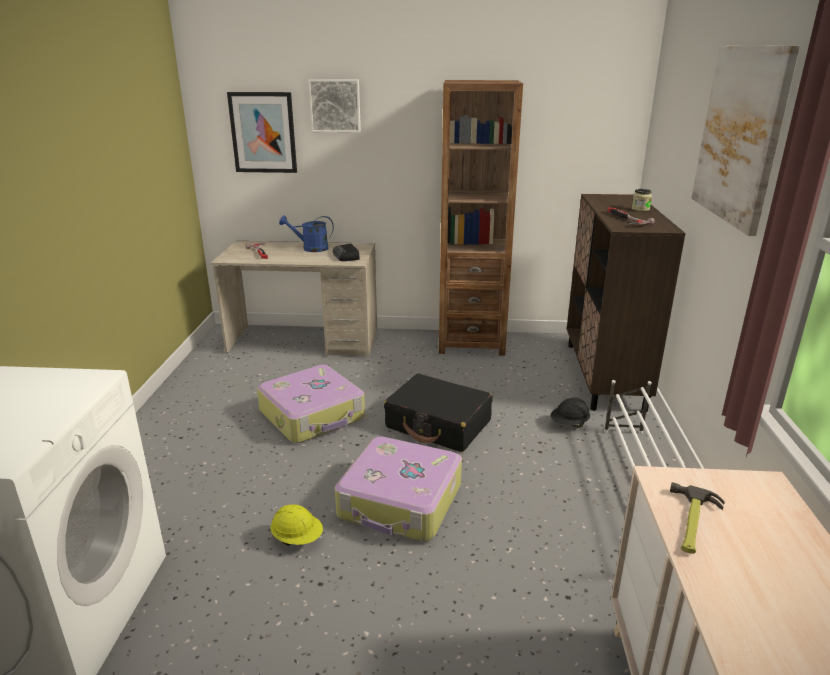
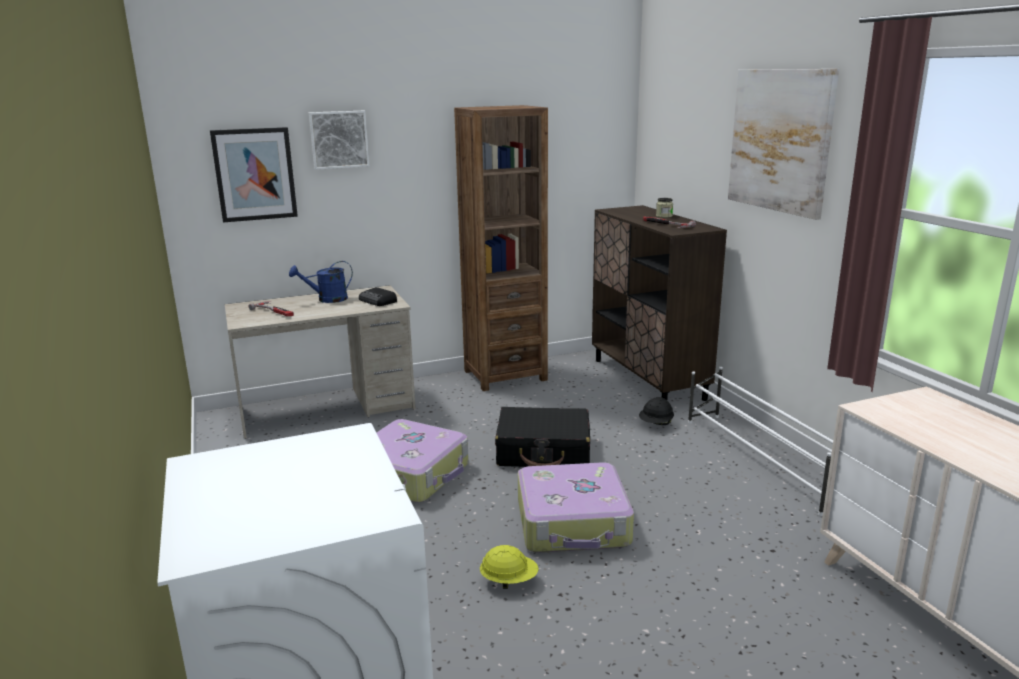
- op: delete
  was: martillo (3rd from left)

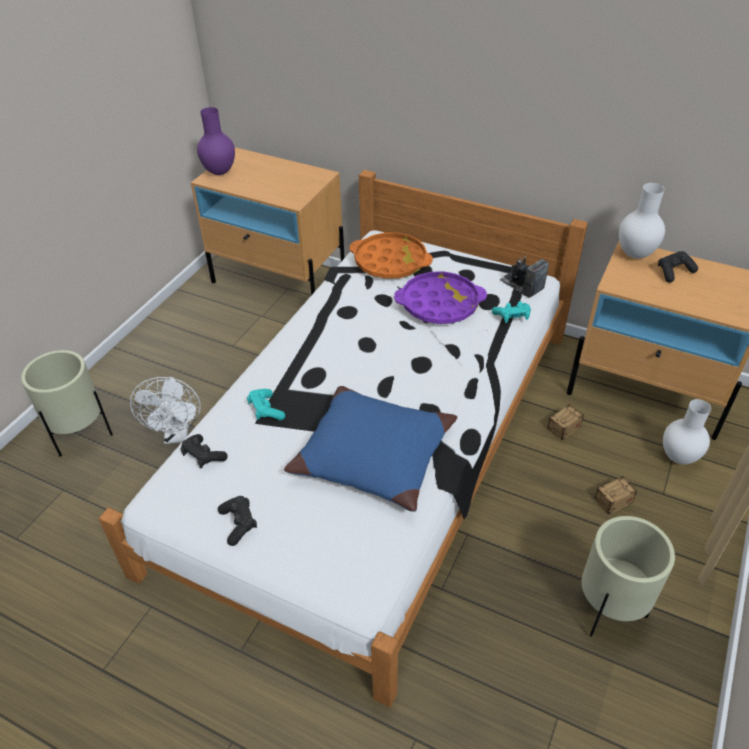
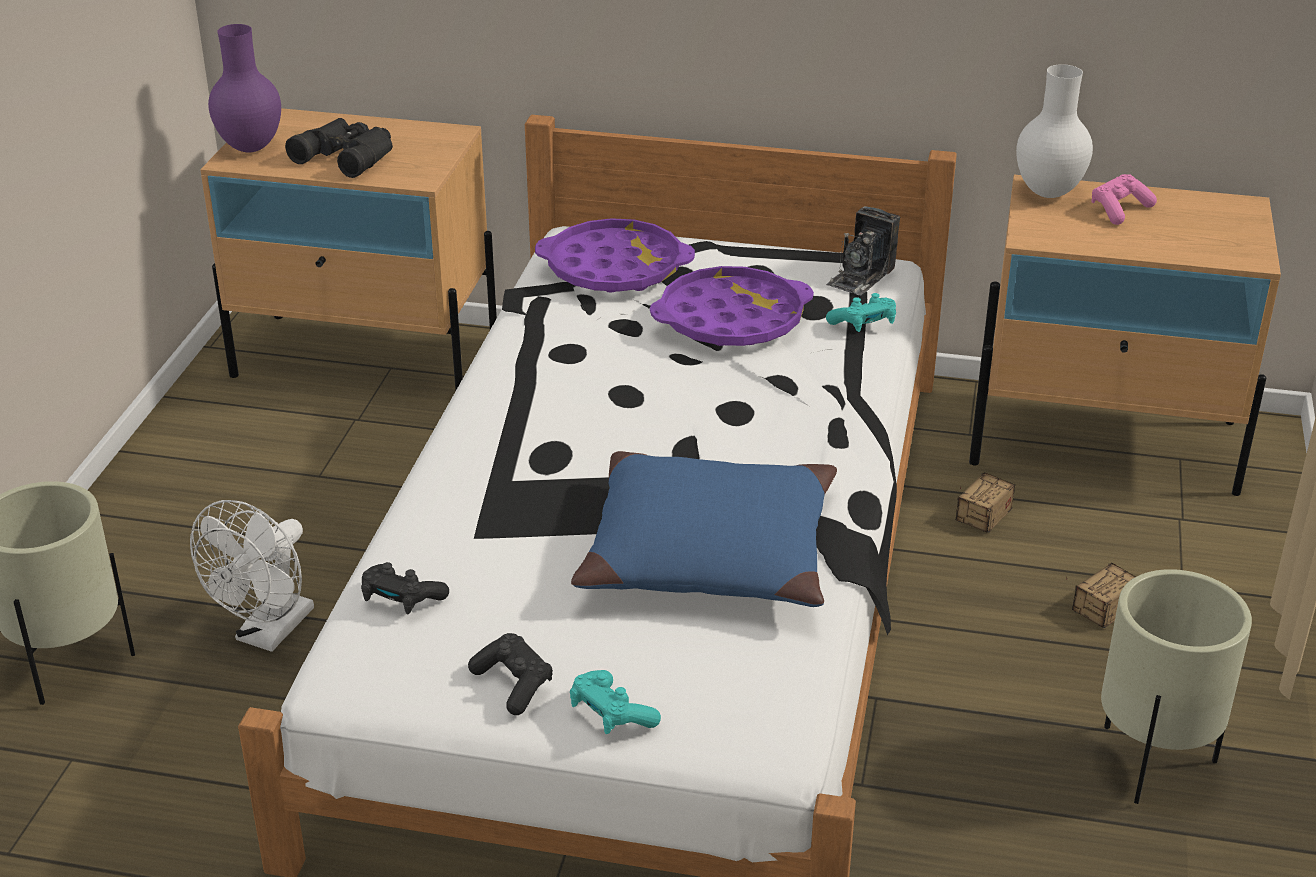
- op: rotate
  was: ventilador/blanco
  clockwise: 45
- op: move
  was: mando de consola/turquesa (1st from left)
- op: recolor
  was: bandeja/naranja
  now: bandeja/morado (1st from left)
- op: rotate
  was: cámara
  clockwise: -90
- op: recolor
  was: mando de consola/negro (3rd from left)
  now: mando de consola/rosa
- op: delete
  was: florero/blanco (2nd from left)
- op: insert
  now: prismáticos/negro

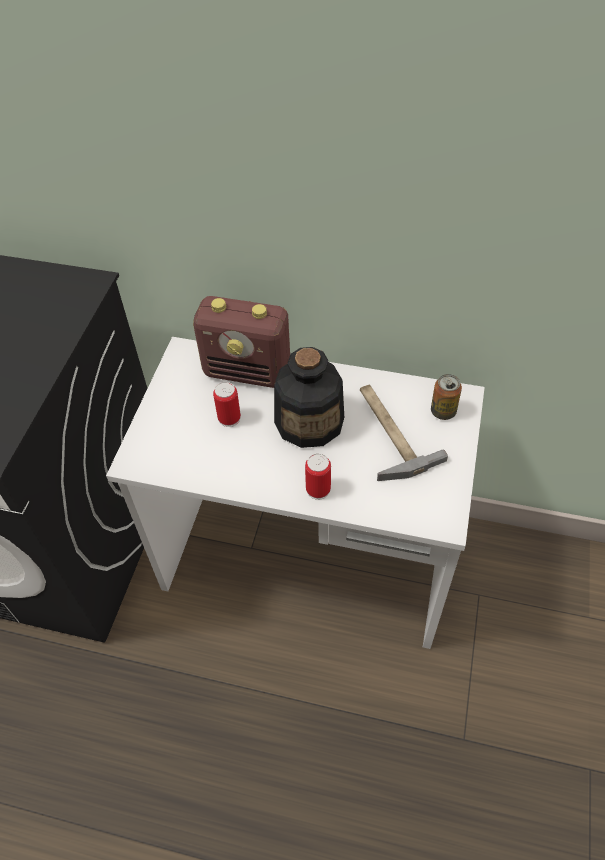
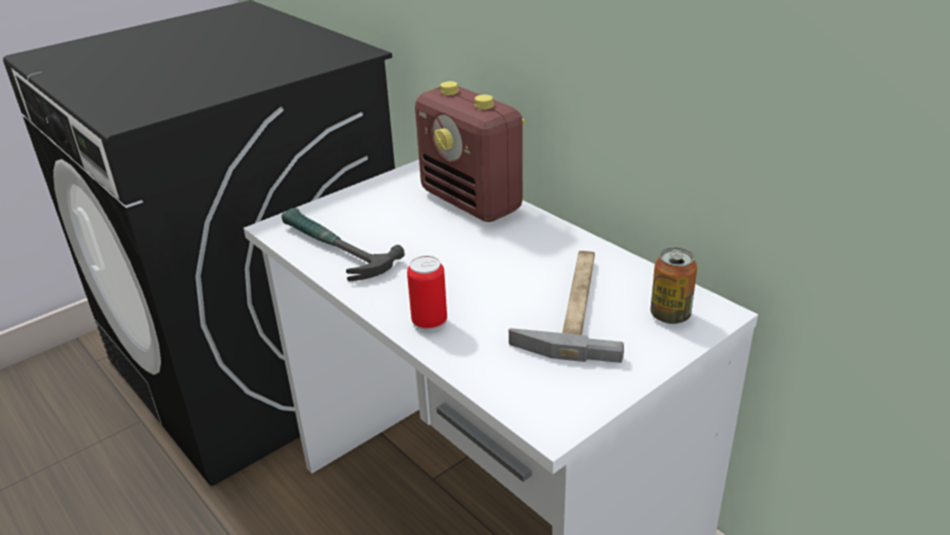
- op: delete
  was: lata (1st from left)
- op: delete
  was: botella
- op: insert
  now: martillo (1st from left)

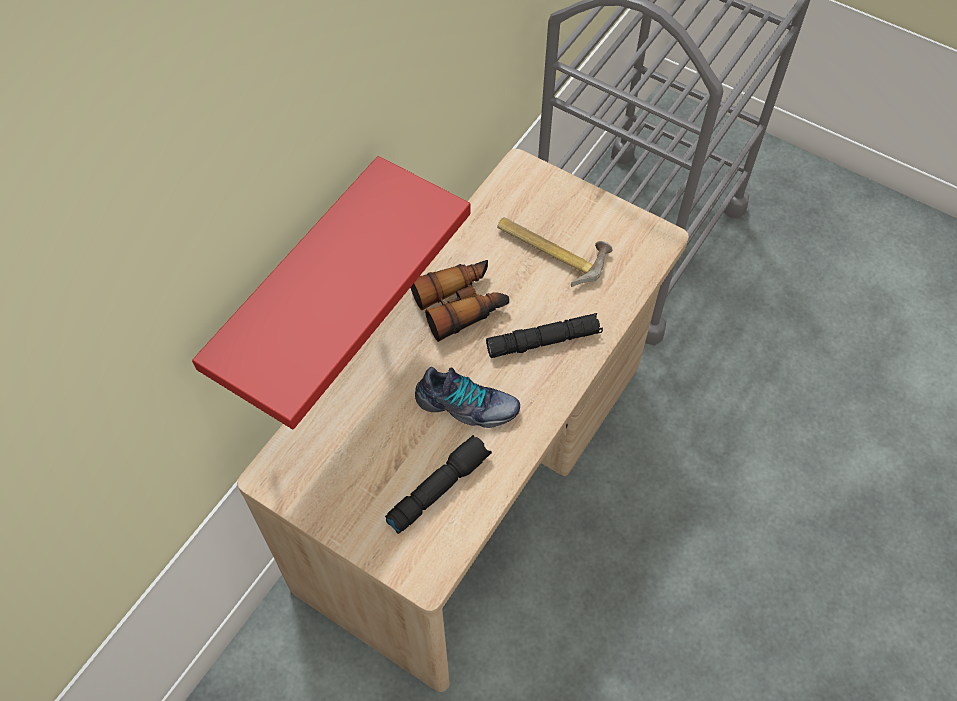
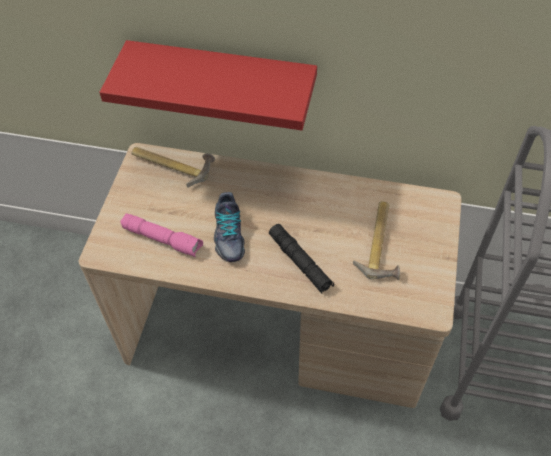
- op: recolor
  was: linterna/negro (1st from left)
  now: linterna/rosa
- op: delete
  was: prismáticos
- op: insert
  now: martillo (1st from left)

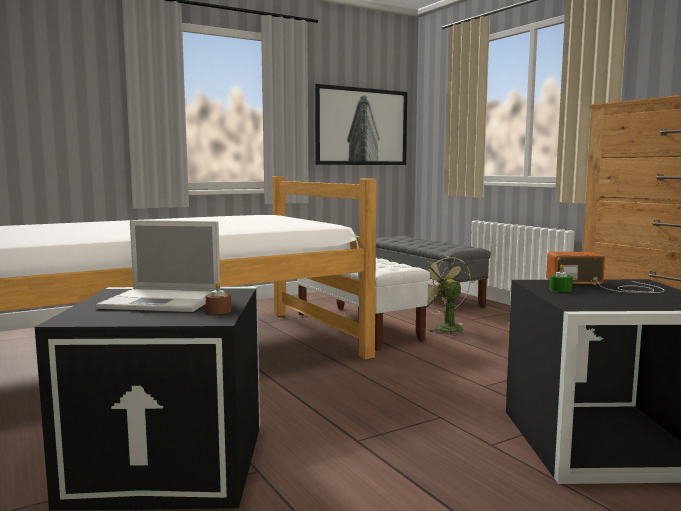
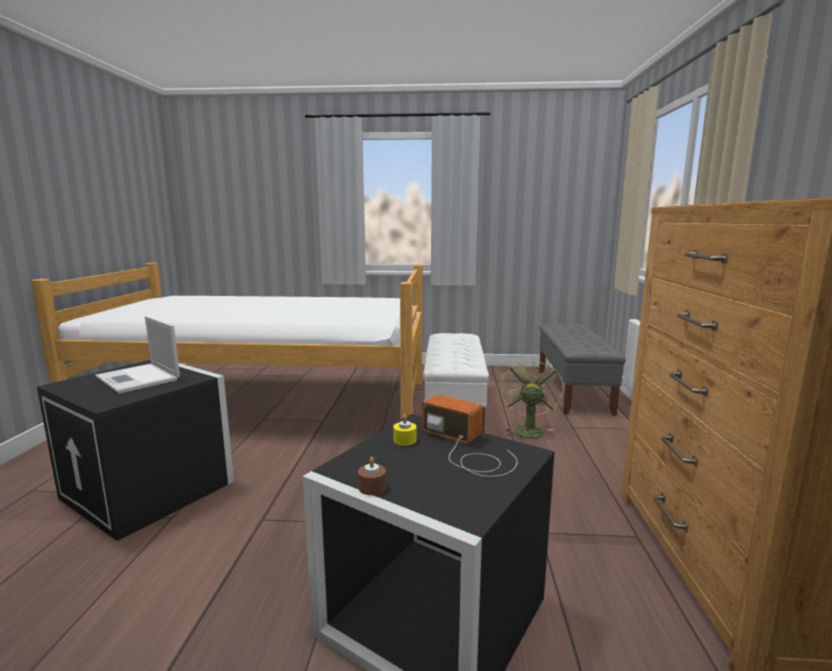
- op: move
  was: vela/marrón
- op: delete
  was: cuadro
- op: recolor
  was: vela/verde
  now: vela/amarillo

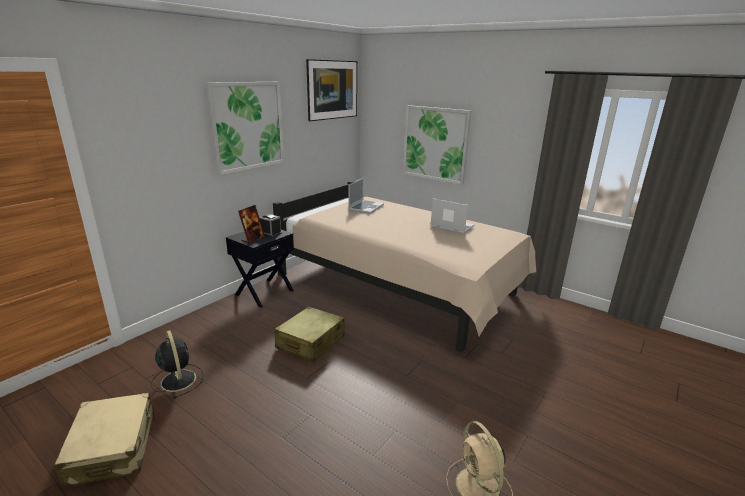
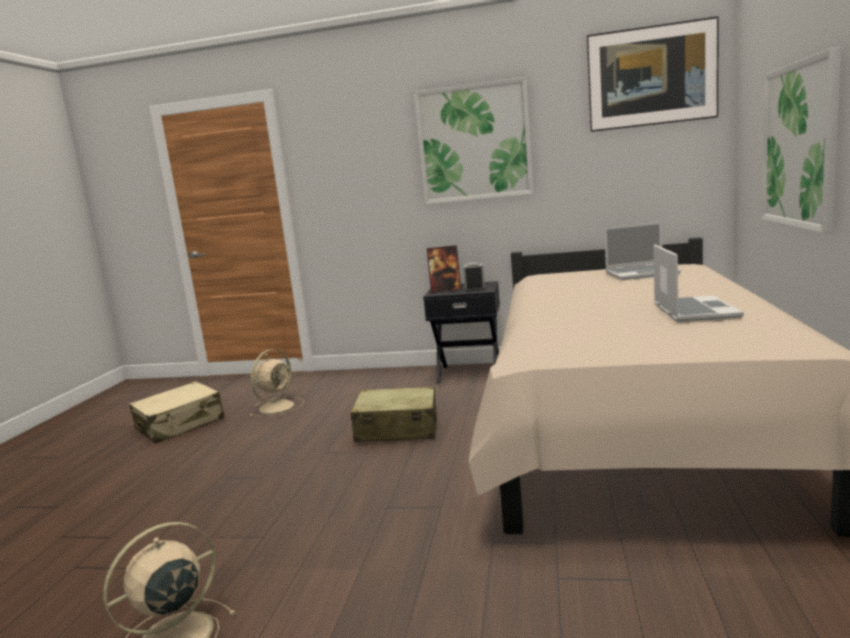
- op: recolor
  was: ventilador/negro
  now: ventilador/beis (2nd from left)

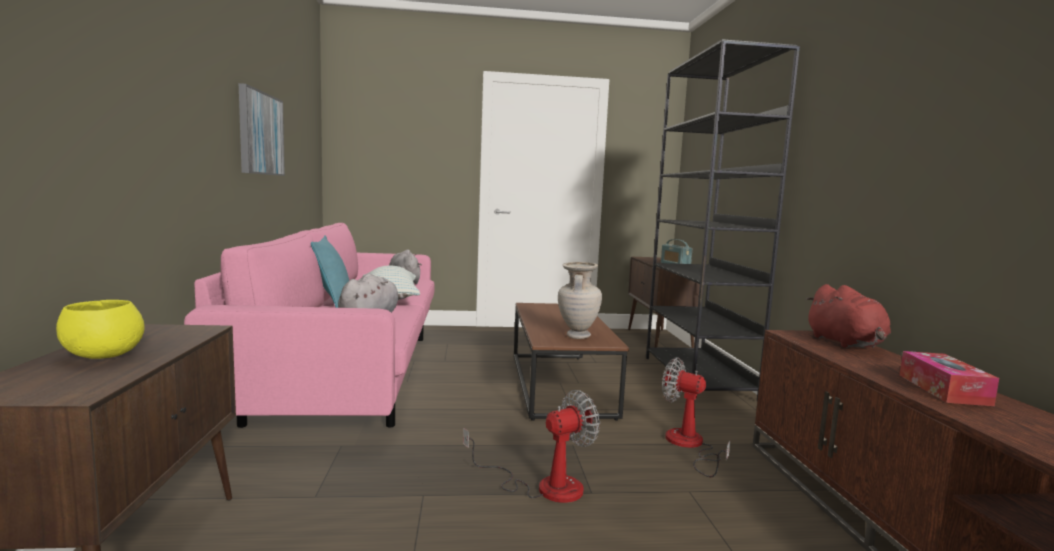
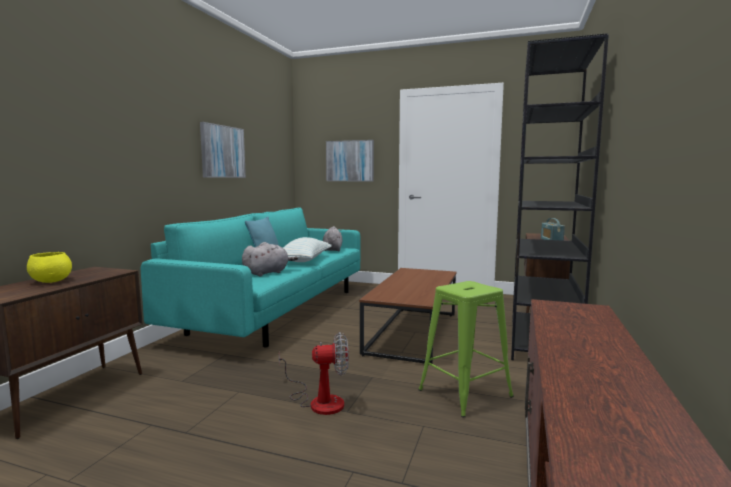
- op: recolor
  was: sofá/rosa
  now: sofá/turquesa
- op: delete
  was: florero/beis
- op: replace
  was: ventilador (2nd from left)
  now: taburete/verde
- op: delete
  was: peluche/rojo
- op: delete
  was: caja de pañuelos
- op: insert
  now: cuadro (2nd from left)

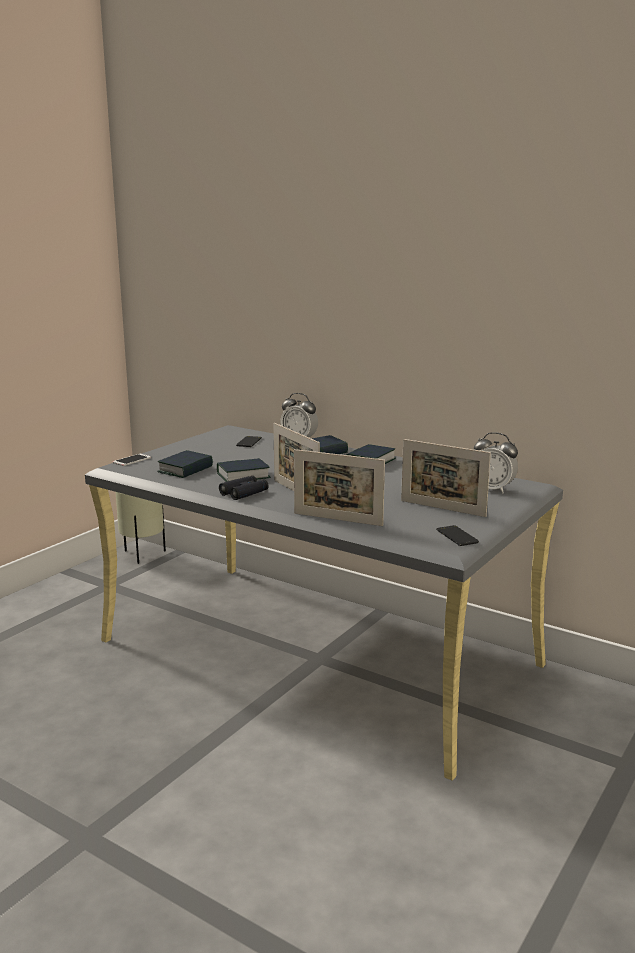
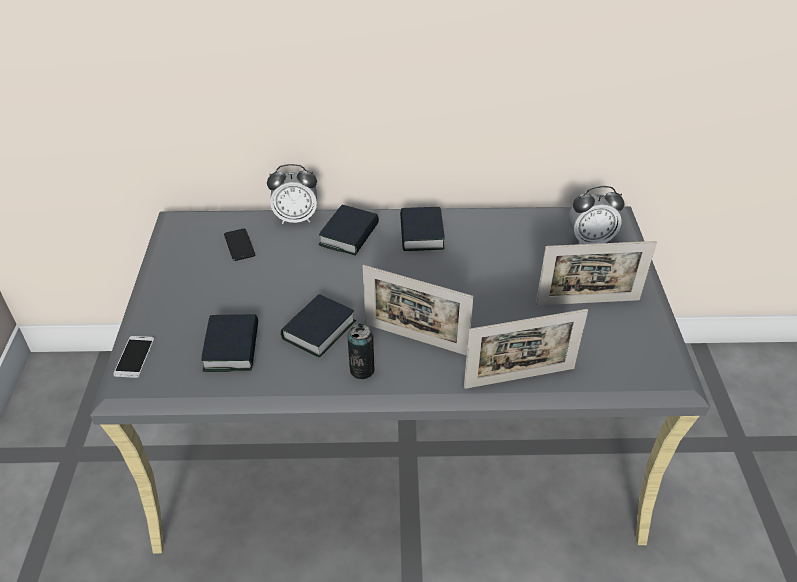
- op: delete
  was: maceta/beis
- op: replace
  was: prismáticos/negro
  now: lata
- op: delete
  was: móvil (3rd from left)

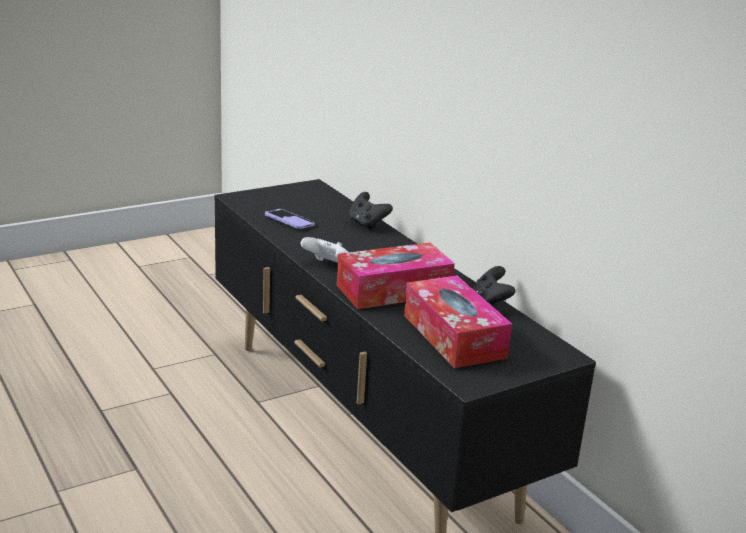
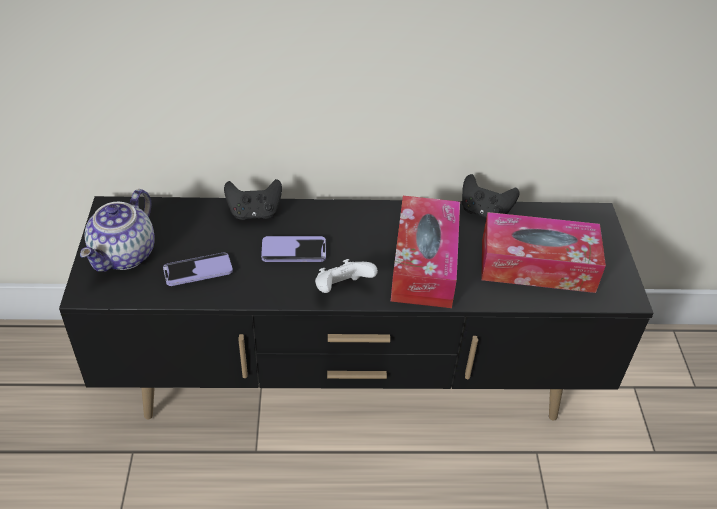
- op: insert
  now: tetera
- op: insert
  now: móvil (2nd from left)

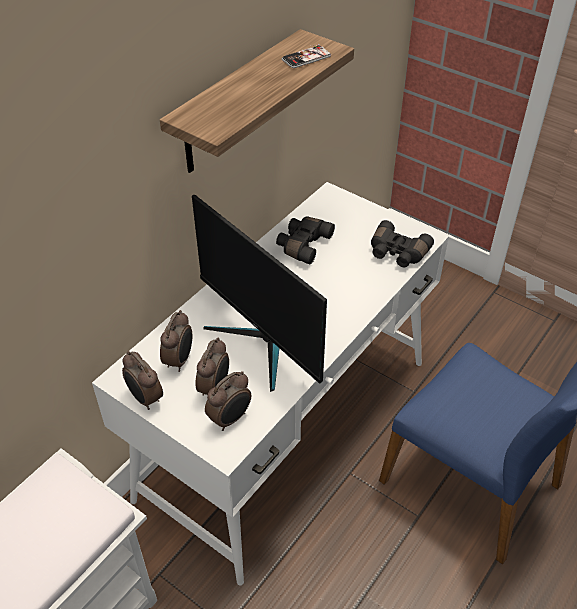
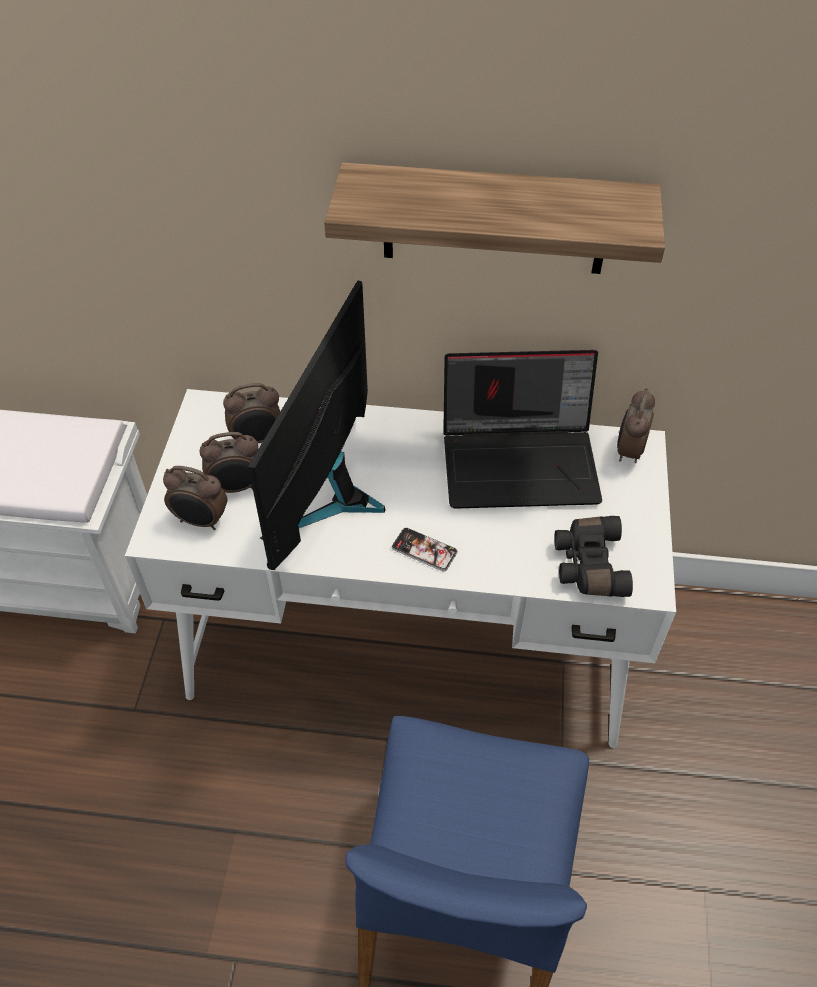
- op: move
  was: despertador (1st from left in the first image)
  now: despertador (4th from left)
- op: replace
  was: prismáticos/negro (1st from left)
  now: portátil
- op: move
  was: móvil

